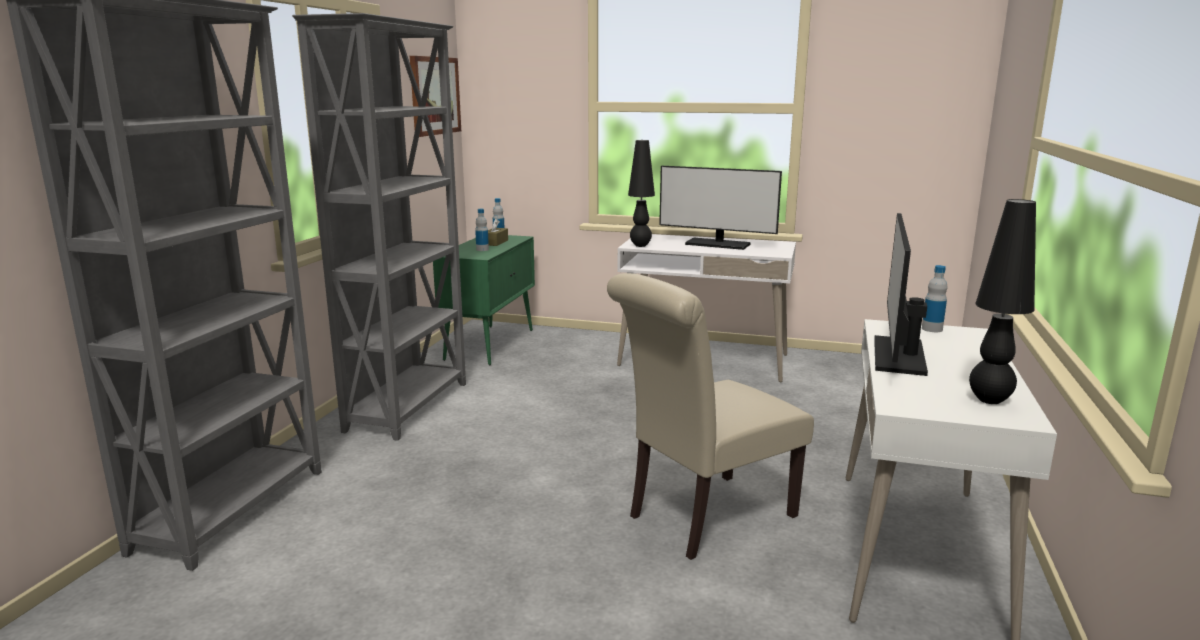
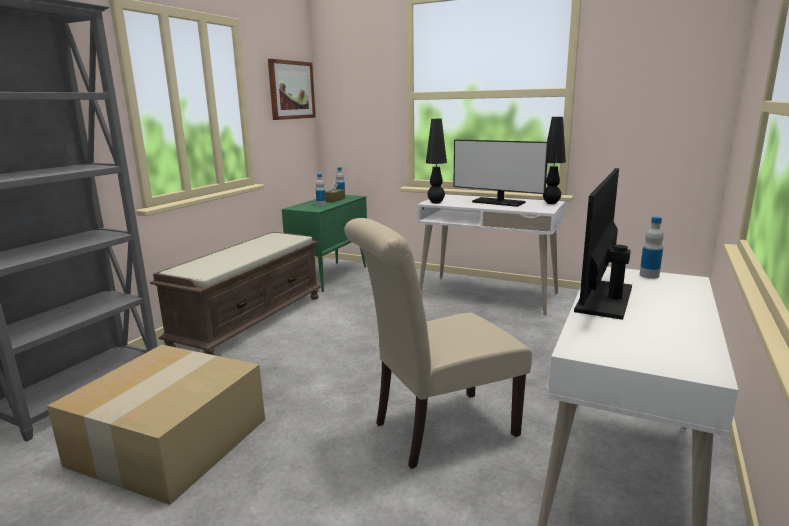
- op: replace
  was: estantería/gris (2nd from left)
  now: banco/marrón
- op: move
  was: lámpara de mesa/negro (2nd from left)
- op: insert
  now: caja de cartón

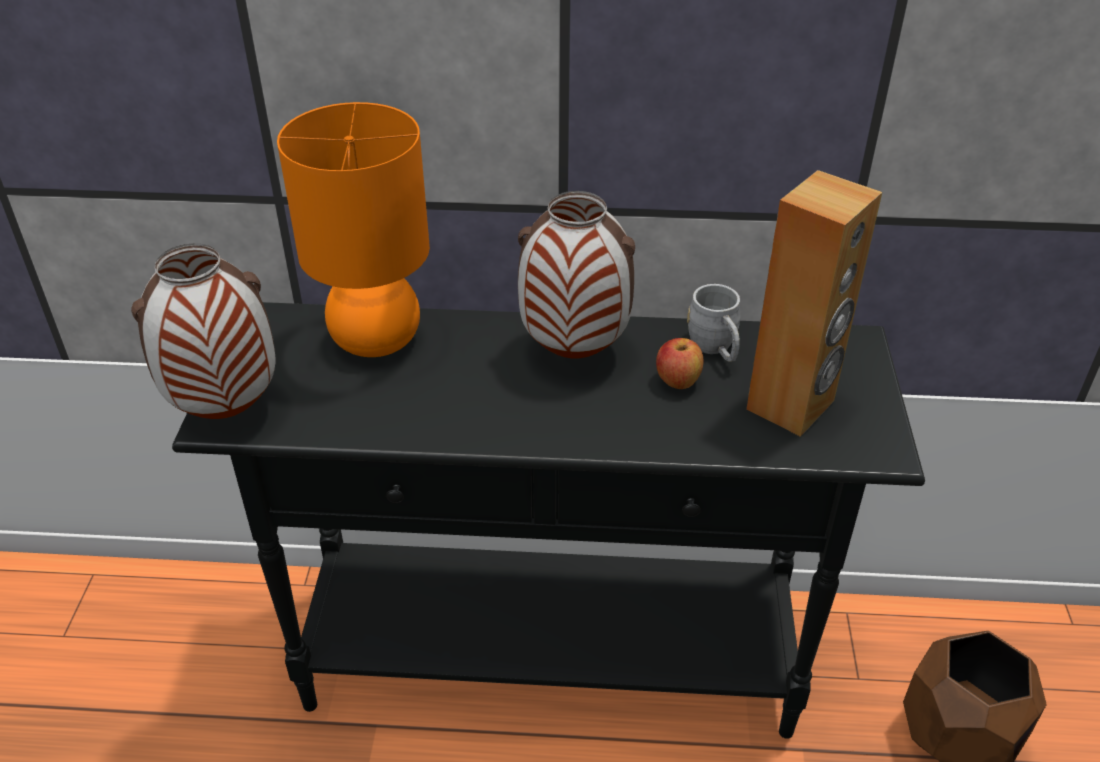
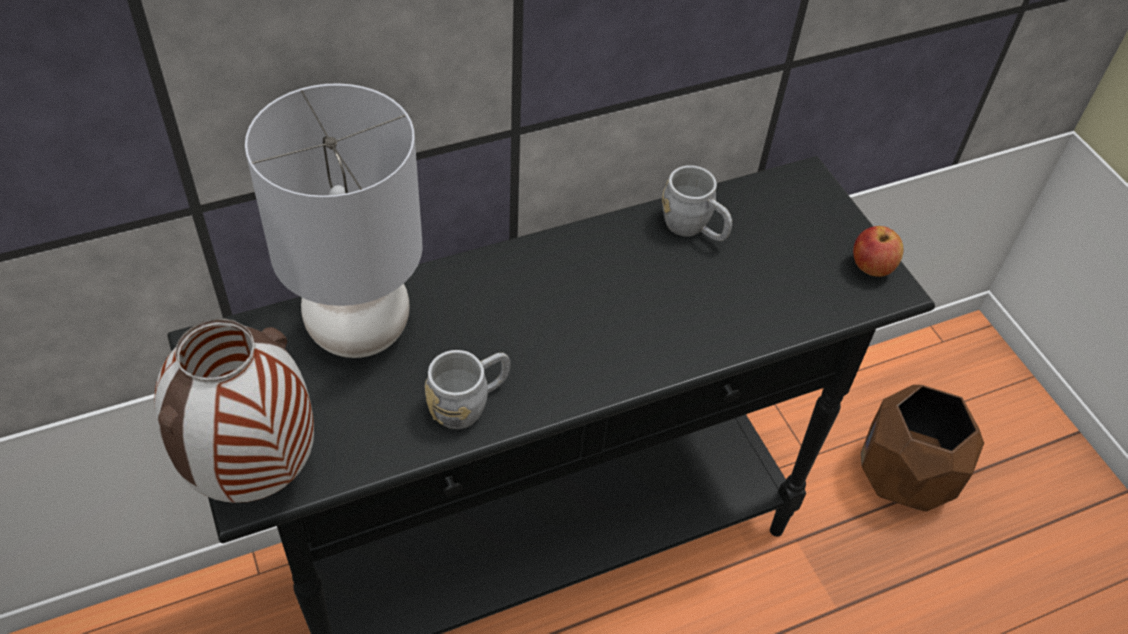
- op: recolor
  was: lámpara de mesa/naranja
  now: lámpara de mesa/gris
- op: delete
  was: florero (2nd from left)
- op: move
  was: manzana
- op: delete
  was: altavoz/marrón
- op: insert
  now: taza grande/gris (1st from left)

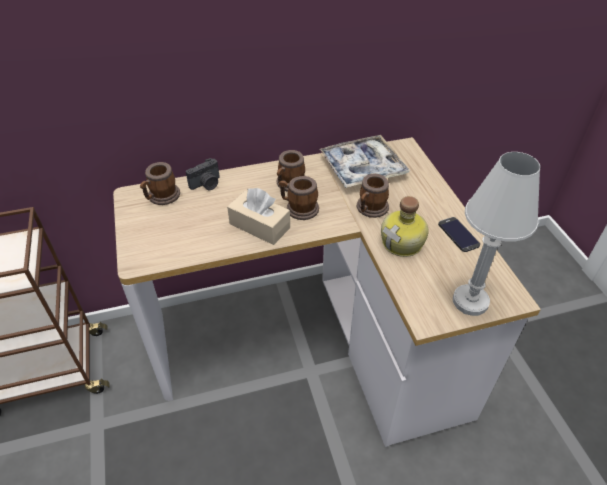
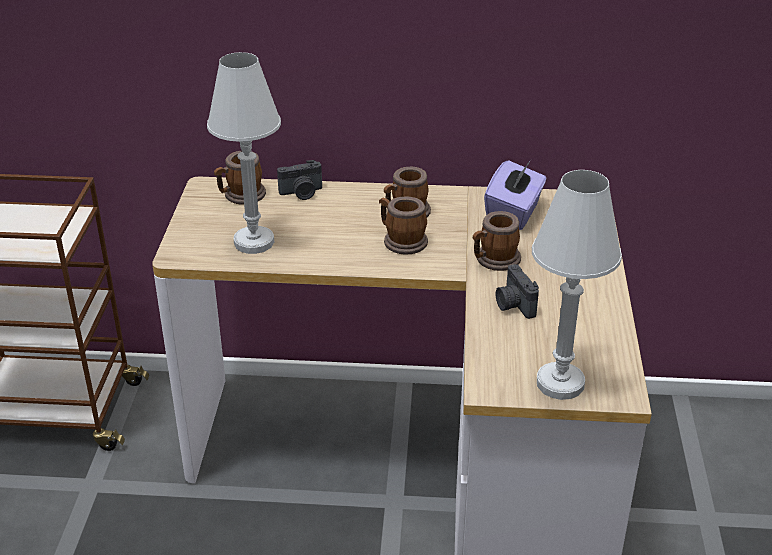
- op: delete
  was: caja de pañuelos/beis
- op: replace
  was: bandeja
  now: caja de pañuelos/morado
- op: replace
  was: botella
  now: cámara (2nd from left)
- op: delete
  was: móvil
- op: insert
  now: lámpara de mesa/blanco (1st from left)

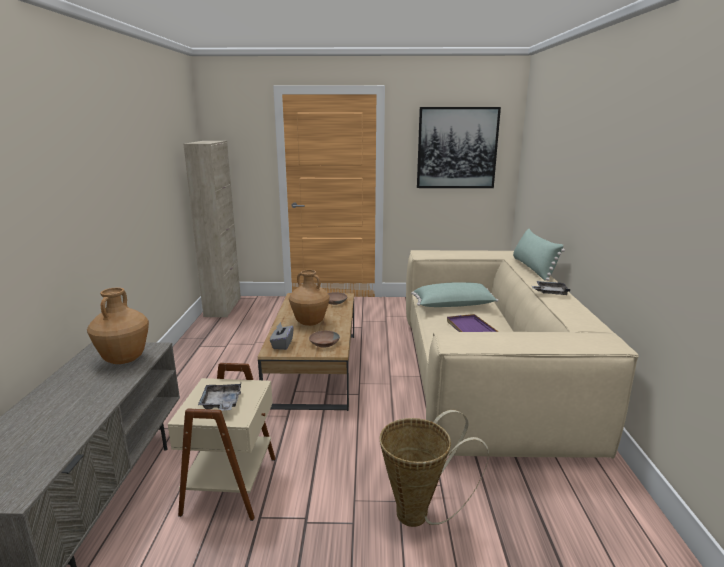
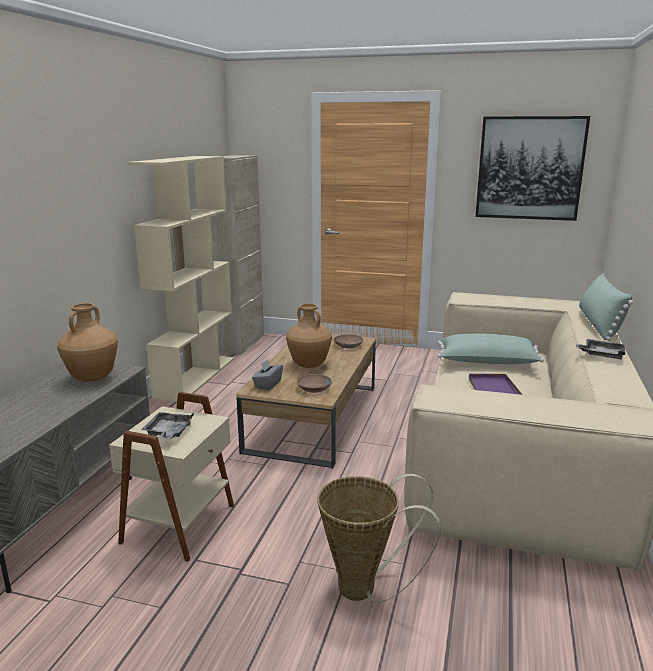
- op: insert
  now: estantería/beis

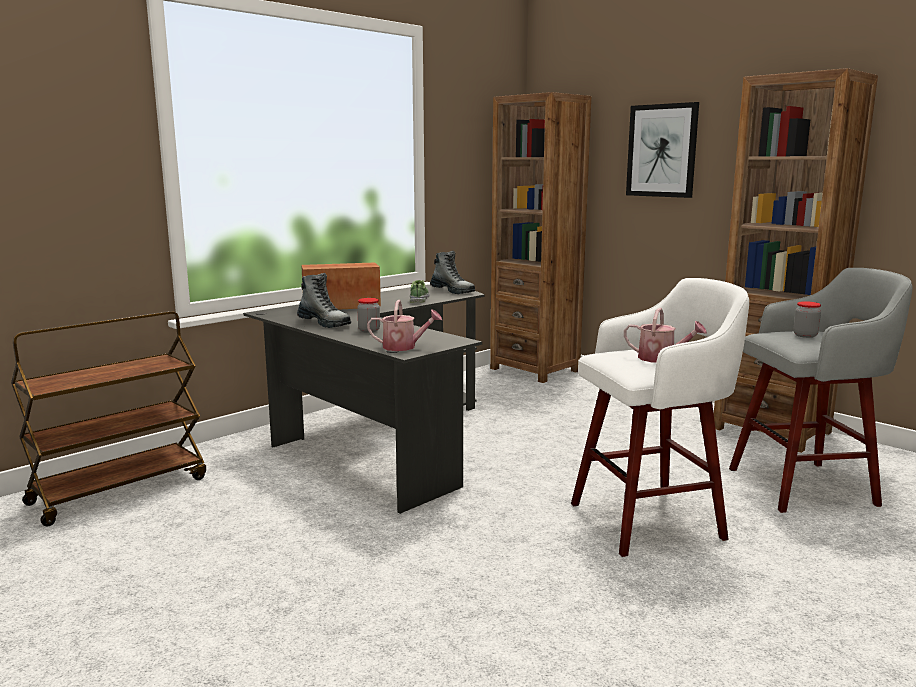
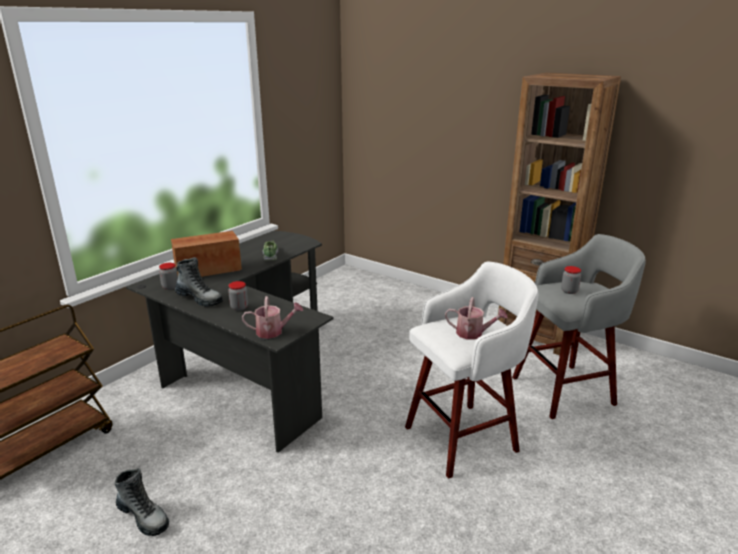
- op: move
  was: bota (2nd from left in the first image)
  now: bota (1st from left)
- op: delete
  was: estantería/marrón (1st from left)
- op: delete
  was: cuadro
- op: insert
  now: tarro (1st from left)

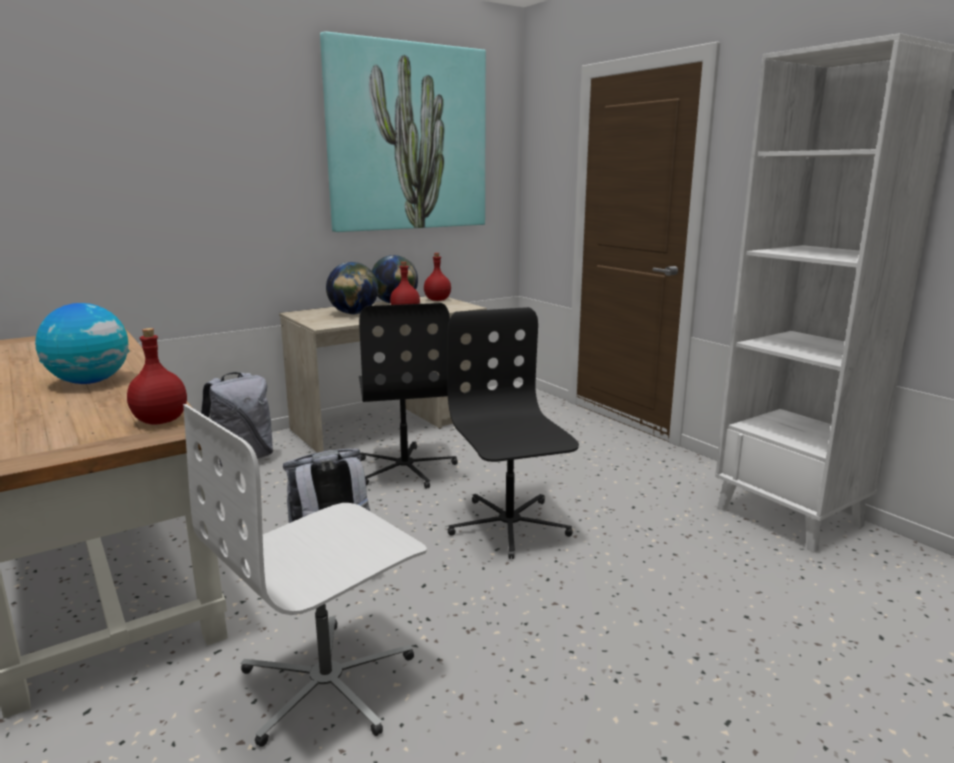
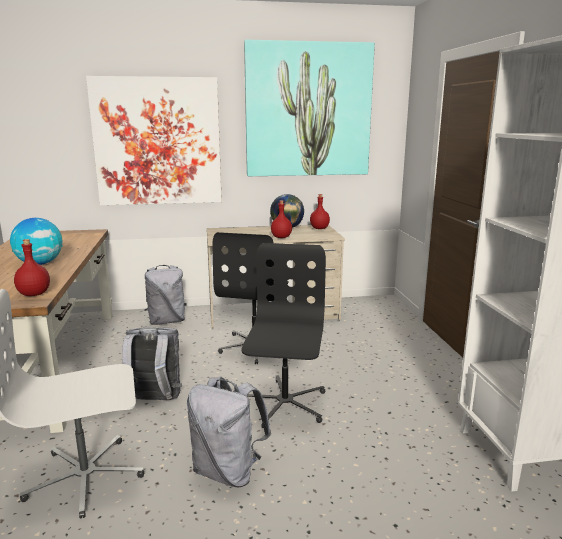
- op: delete
  was: globo terráqueo (2nd from left)
- op: insert
  now: cuadro (1st from left)
- op: insert
  now: mochila/gris (3rd from left)

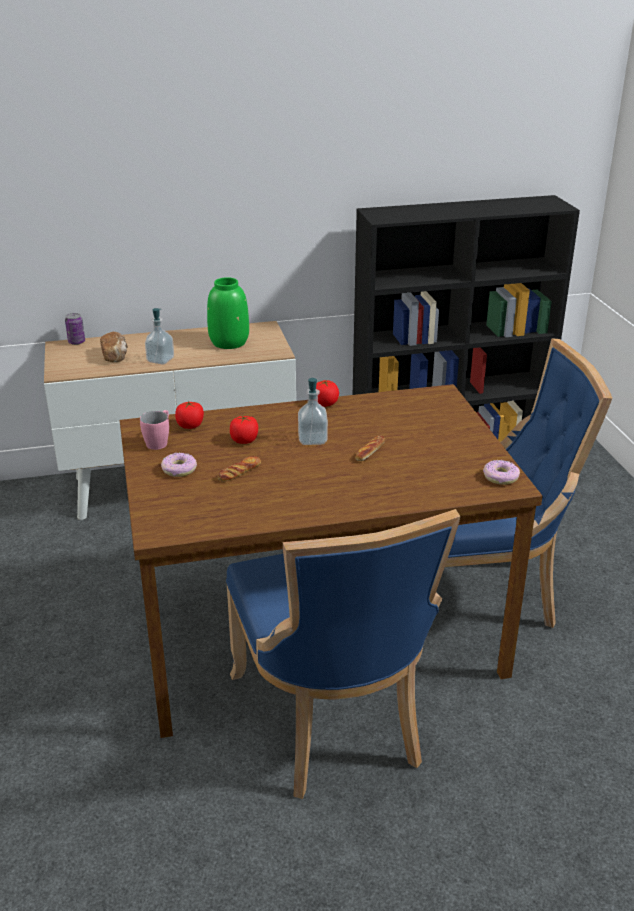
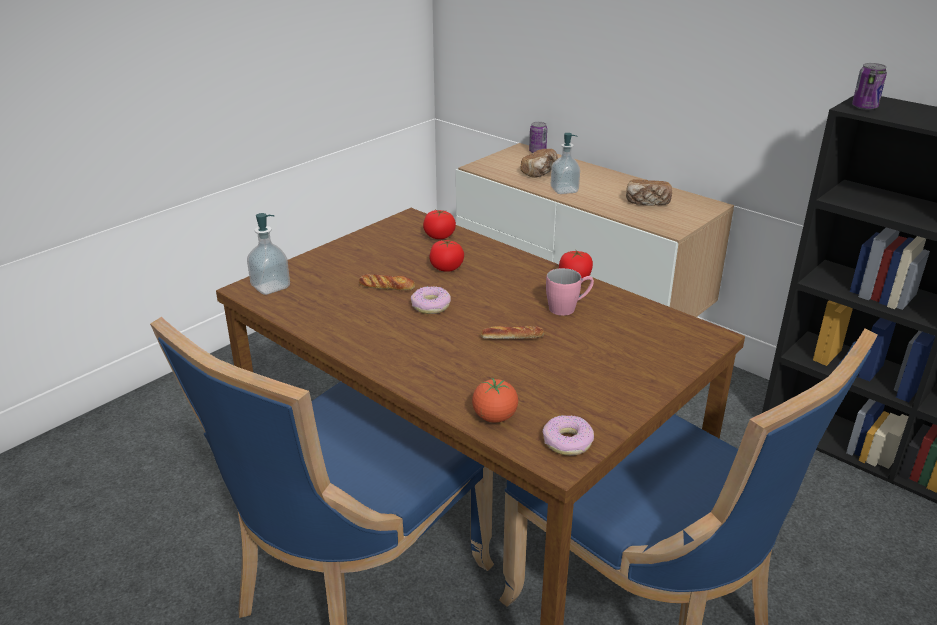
- op: move
  was: taza grande/rosa
- op: move
  was: rosquilla (1st from left)
- op: replace
  was: florero/verde
  now: pan (4th from left)
- op: move
  was: dispensador de jabón (2nd from left in the first image)
  now: dispensador de jabón (1st from left)
- op: insert
  now: tomate (3rd from left)
- op: insert
  now: lata (2nd from left)

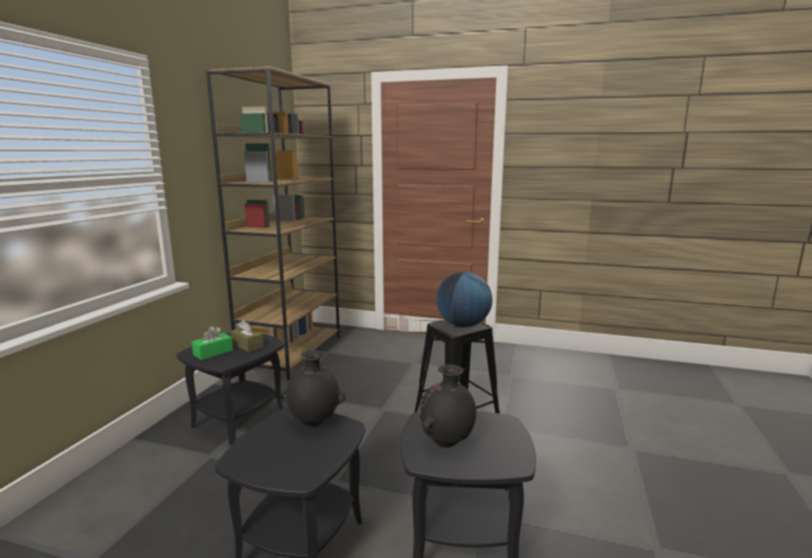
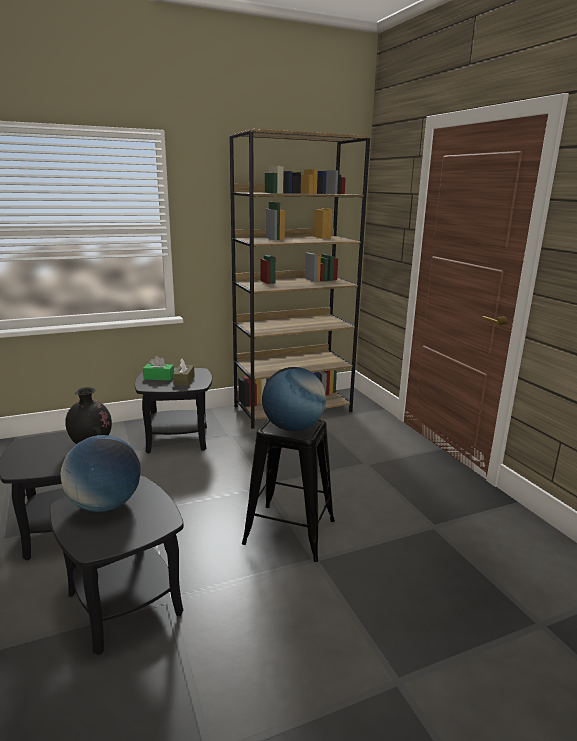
- op: replace
  was: florero/negro (2nd from left)
  now: globo terráqueo (1st from left)

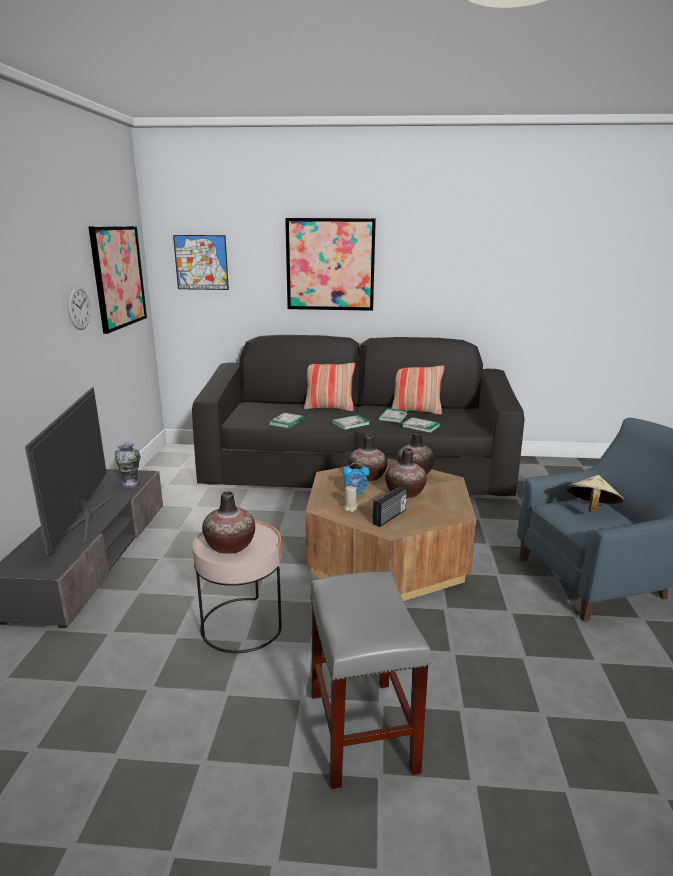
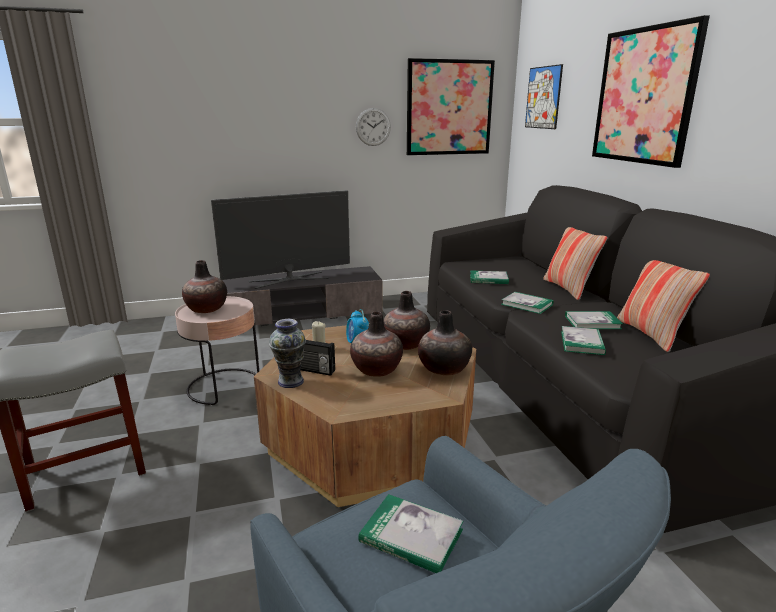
- op: move
  was: florero (1st from left in the first image)
  now: florero (2nd from left)
- op: replace
  was: sombrero/beis
  now: libro (1st from left)

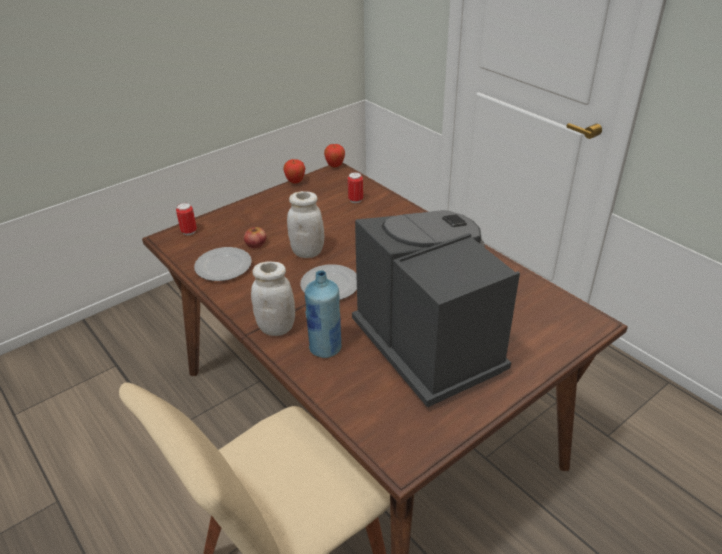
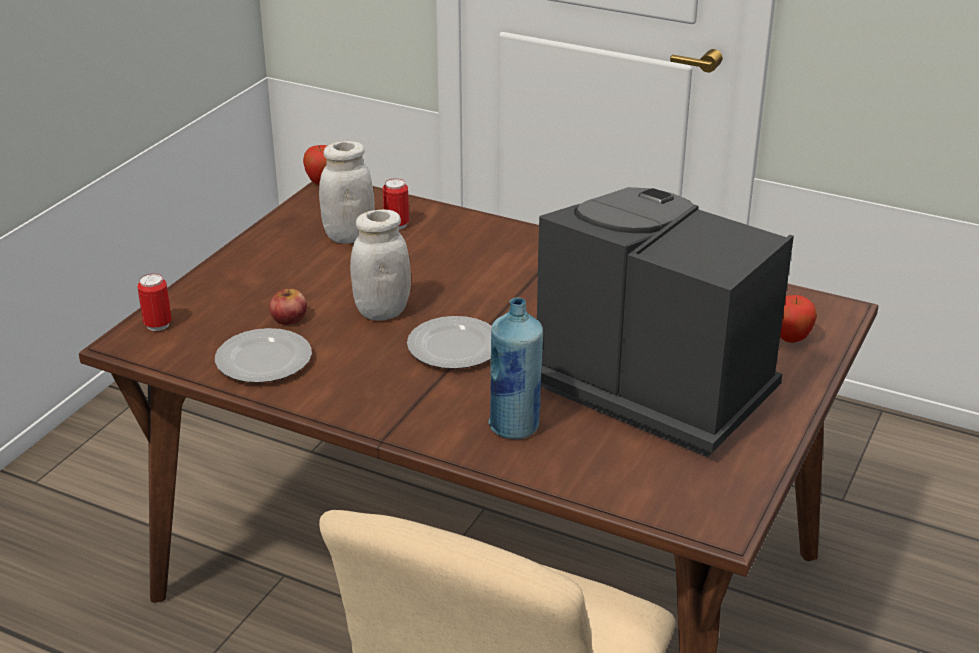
- op: move
  was: tarro/blanco (1st from left)
- op: move
  was: manzana (2nd from left in the first image)
  now: manzana (3rd from left)

